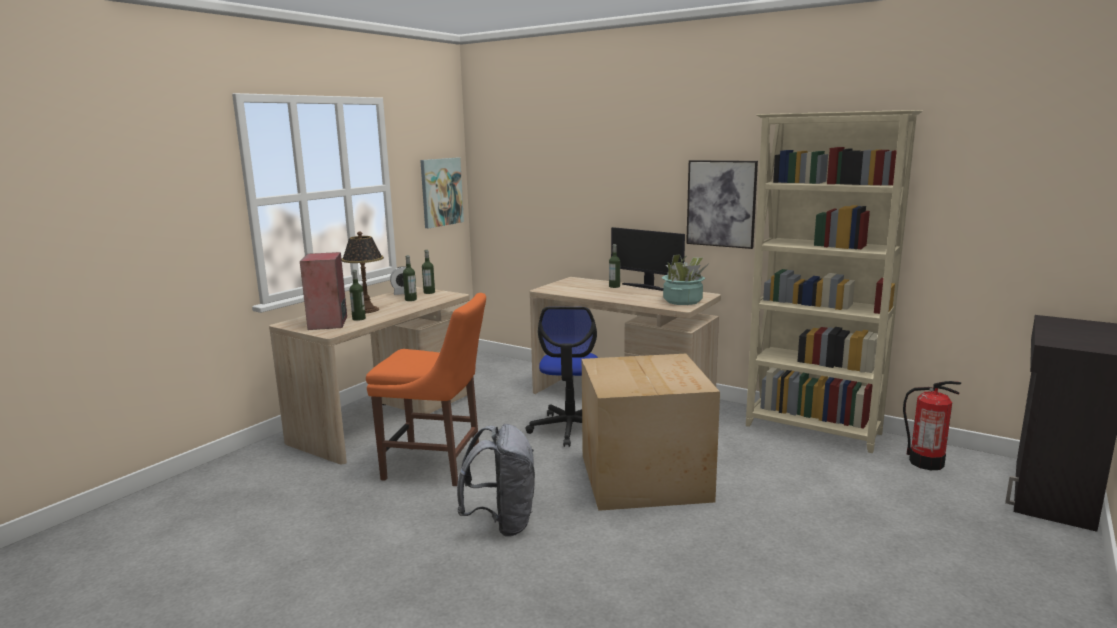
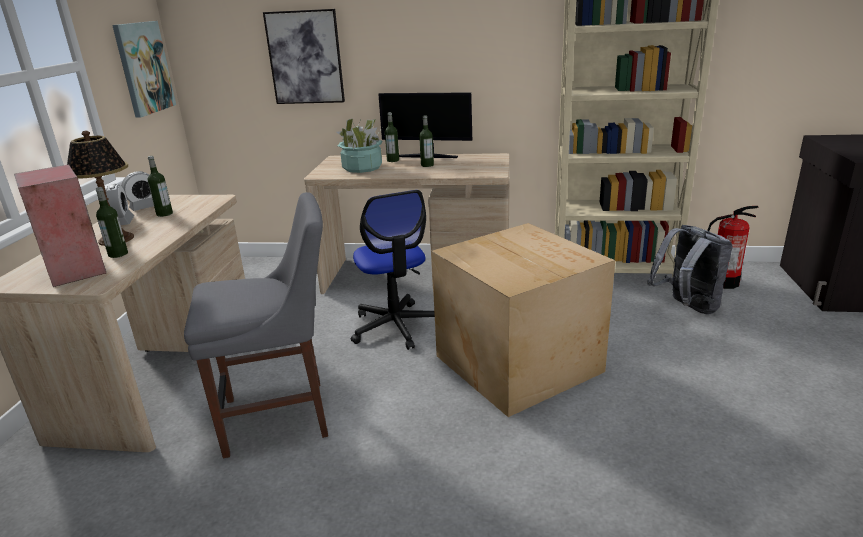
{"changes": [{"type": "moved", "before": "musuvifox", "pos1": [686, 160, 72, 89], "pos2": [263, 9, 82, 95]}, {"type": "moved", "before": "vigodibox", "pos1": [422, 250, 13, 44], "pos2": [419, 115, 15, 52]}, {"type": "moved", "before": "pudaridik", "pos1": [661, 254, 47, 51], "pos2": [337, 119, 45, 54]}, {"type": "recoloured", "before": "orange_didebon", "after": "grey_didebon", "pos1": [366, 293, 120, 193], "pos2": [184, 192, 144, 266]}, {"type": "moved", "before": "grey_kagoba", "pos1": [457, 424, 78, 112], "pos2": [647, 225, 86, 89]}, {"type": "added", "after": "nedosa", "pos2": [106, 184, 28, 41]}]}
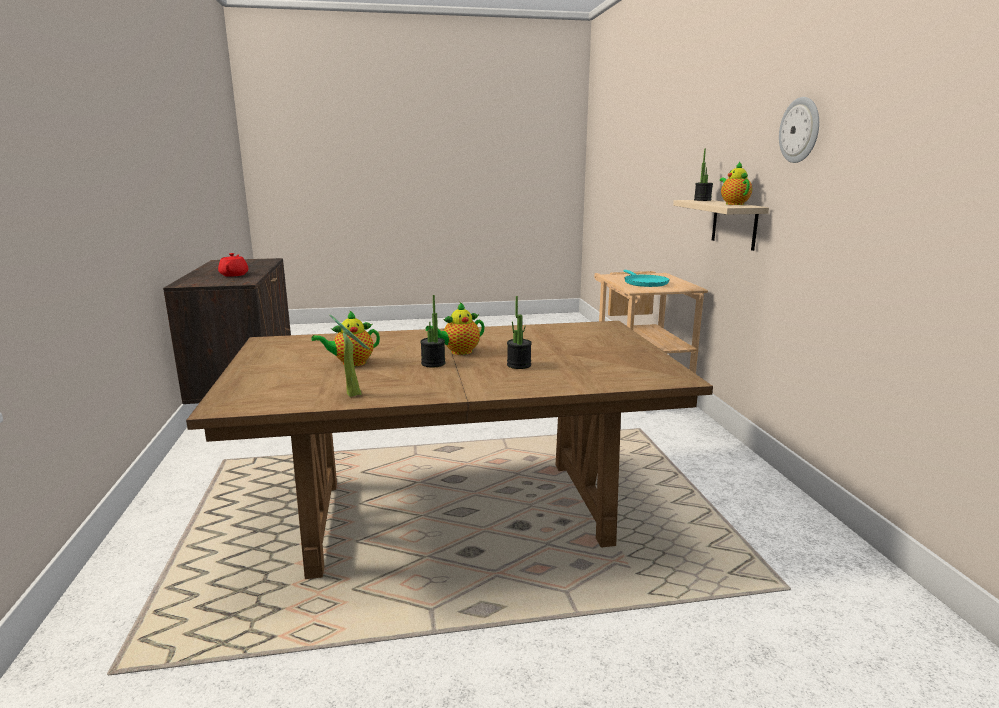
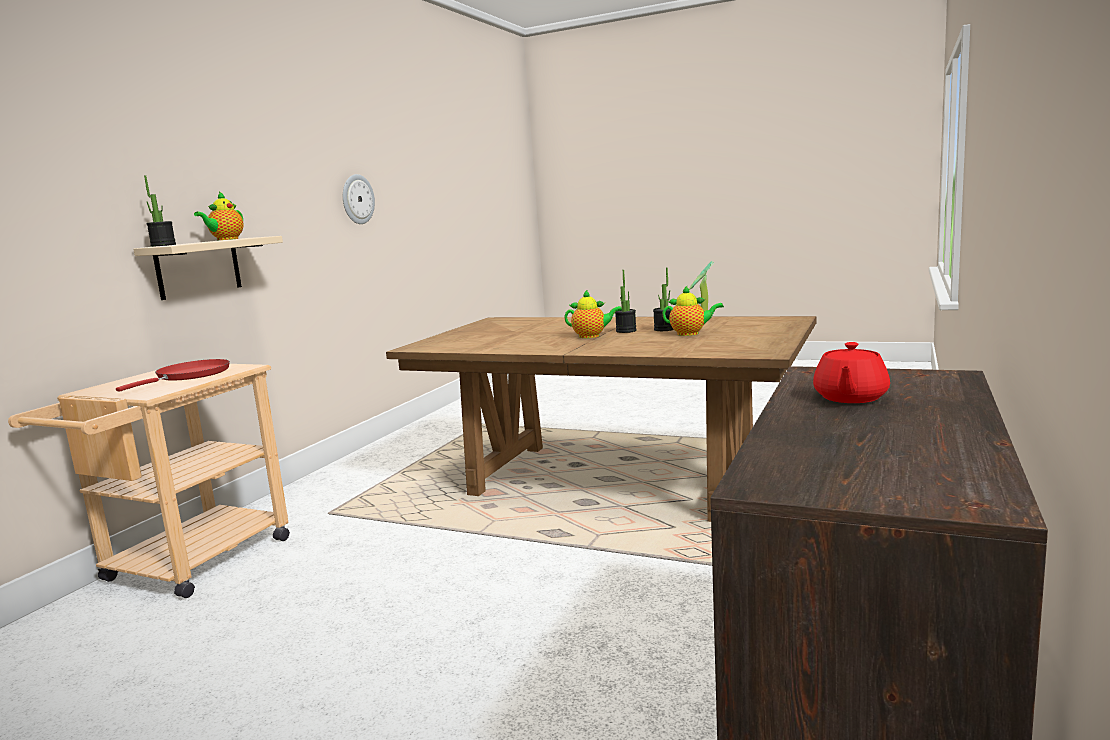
{"changes": [{"type": "moved", "before": "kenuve", "pos1": [779, 97, 40, 66], "pos2": [343, 174, 32, 50]}, {"type": "recoloured", "before": "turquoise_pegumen", "after": "red_pegumen", "pos1": [624, 270, 45, 17], "pos2": [116, 359, 114, 32]}, {"type": "moved", "before": "pudaridik", "pos1": [507, 296, 25, 73], "pos2": [653, 268, 21, 63]}]}
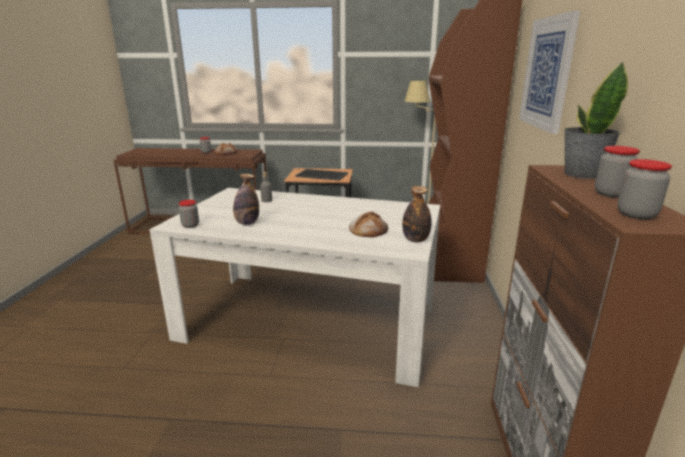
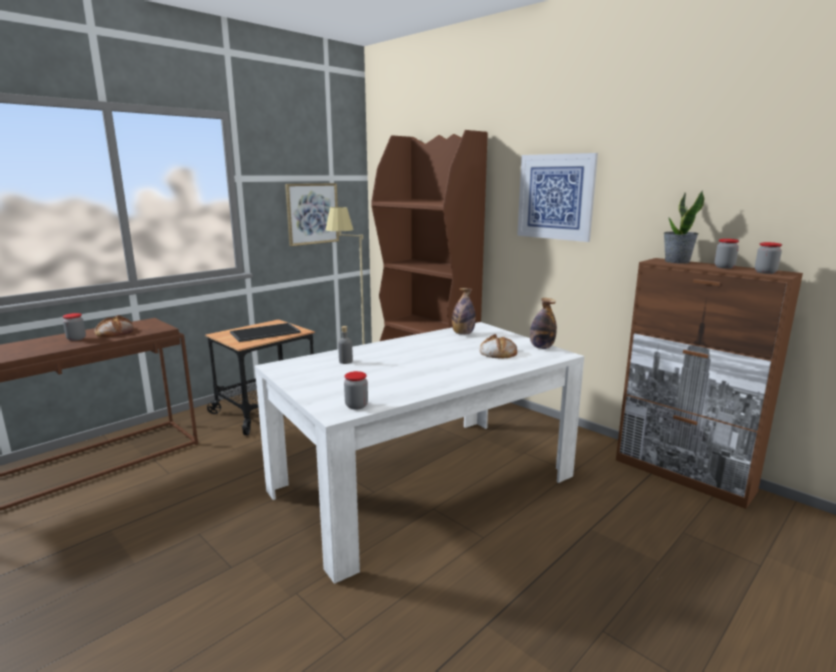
{"changes": [{"type": "moved", "before": "vigodibox", "pos1": [233, 174, 26, 51], "pos2": [452, 288, 24, 47]}, {"type": "added", "after": "musuvifox", "pos2": [285, 183, 54, 63]}]}
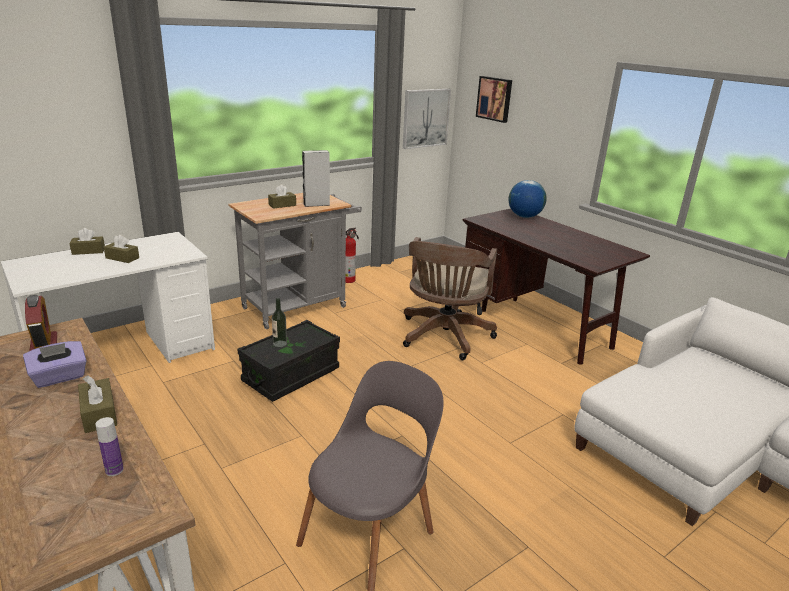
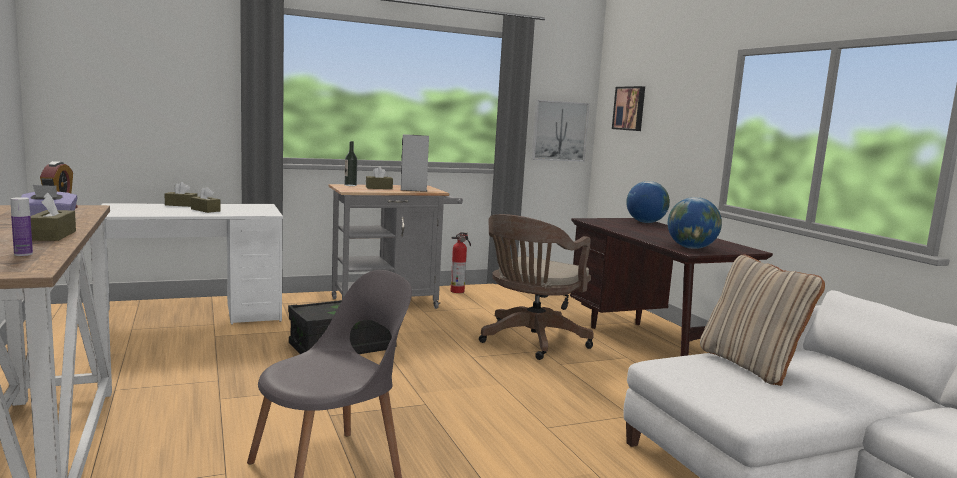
{"changes": [{"type": "moved", "before": "vigodibox", "pos1": [272, 298, 15, 49], "pos2": [345, 141, 12, 45]}, {"type": "added", "after": "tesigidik", "pos2": [668, 197, 54, 52]}, {"type": "added", "after": "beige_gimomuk", "pos2": [700, 254, 125, 132]}]}
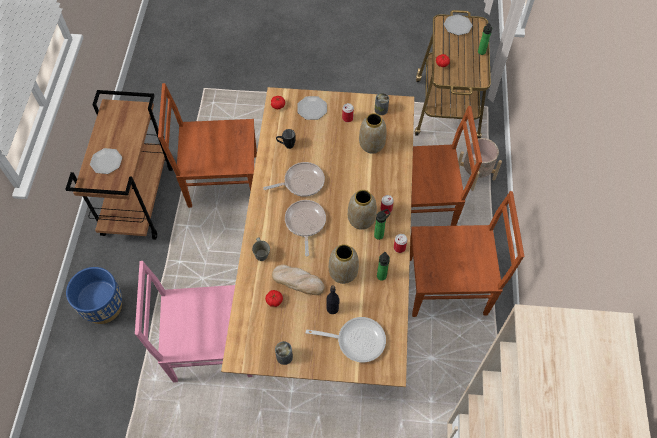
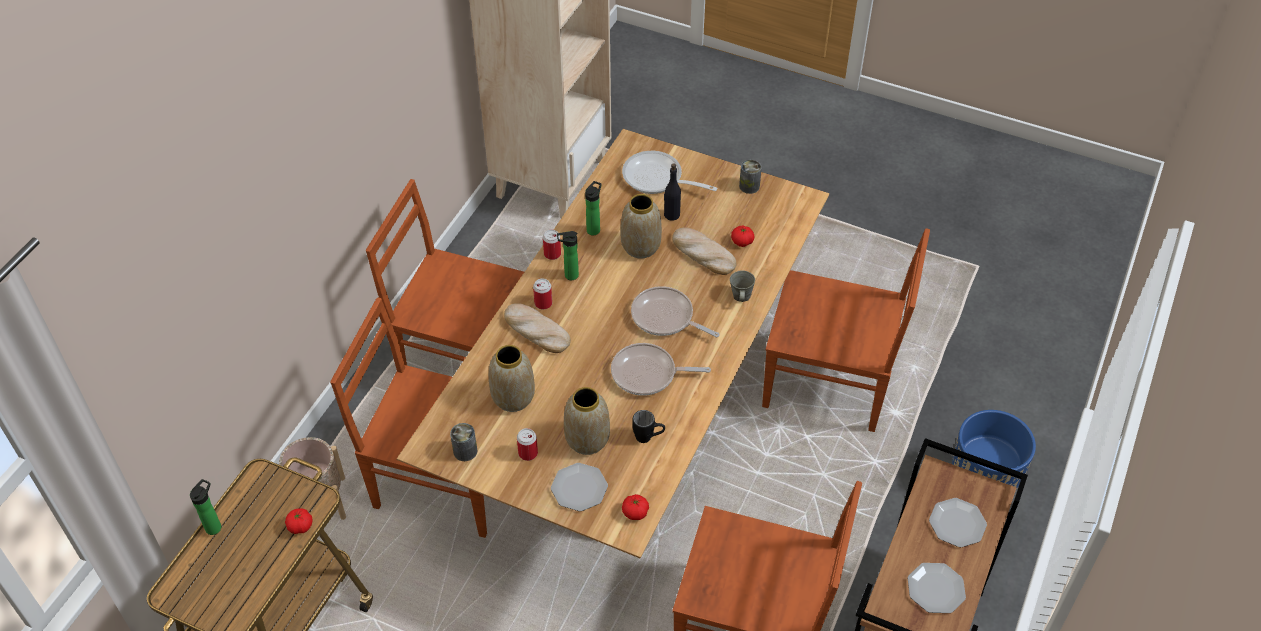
{"changes": [{"type": "moved", "before": "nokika", "pos1": [444, 14, 28, 21], "pos2": [908, 563, 58, 50]}, {"type": "moved", "before": "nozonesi", "pos1": [348, 190, 29, 40], "pos2": [564, 387, 46, 68]}, {"type": "turned", "before": "pegumen", "pos1": [285, 200, 41, 56], "pos2": [631, 286, 89, 51], "turn": 105}, {"type": "recoloured", "before": "pink_didebon", "after": "brown_didebon", "pos1": [135, 261, 118, 122], "pos2": [762, 228, 168, 204]}, {"type": "added", "after": "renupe", "pos2": [504, 303, 67, 50]}]}
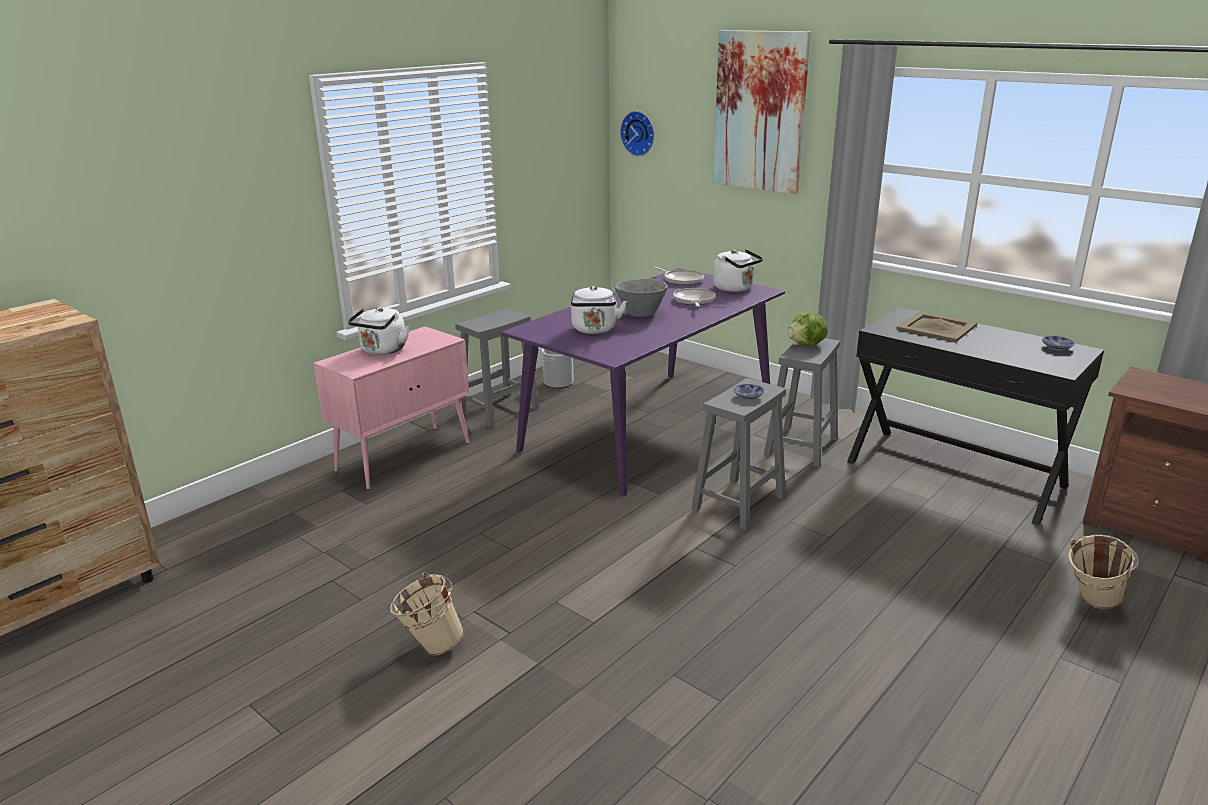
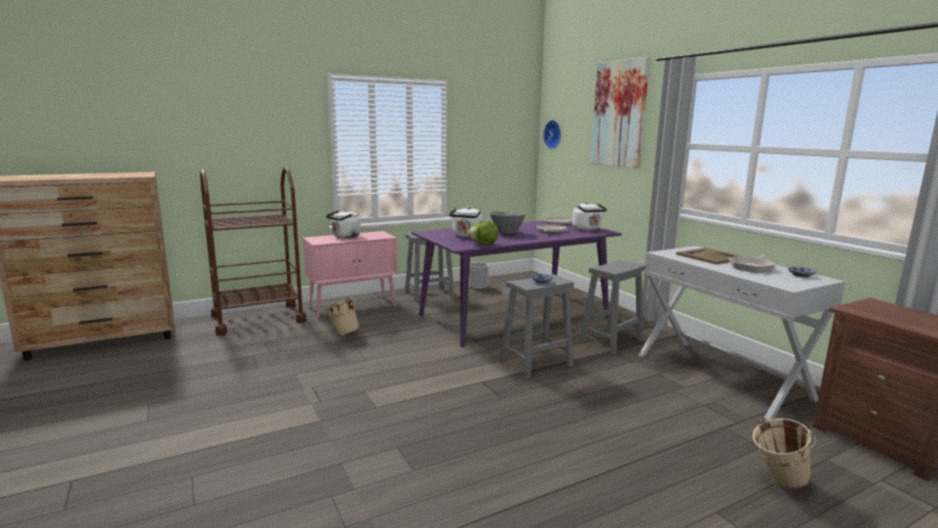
{"changes": [{"type": "recoloured", "before": "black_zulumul", "after": "white_zulumul", "pos1": [847, 307, 257, 218], "pos2": [638, 246, 207, 173]}, {"type": "moved", "before": "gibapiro", "pos1": [787, 312, 41, 34], "pos2": [468, 221, 30, 24]}, {"type": "moved", "before": "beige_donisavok", "pos1": [390, 572, 74, 83], "pos2": [324, 297, 36, 39]}, {"type": "added", "after": "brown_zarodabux", "pos2": [200, 167, 106, 168]}, {"type": "added", "after": "pegumen", "pos2": [729, 254, 47, 18]}]}
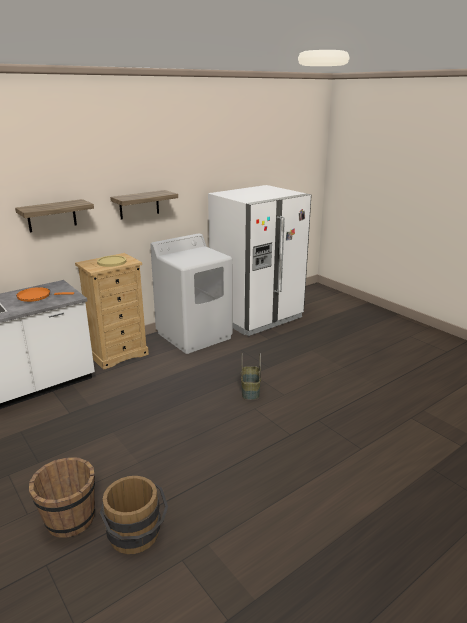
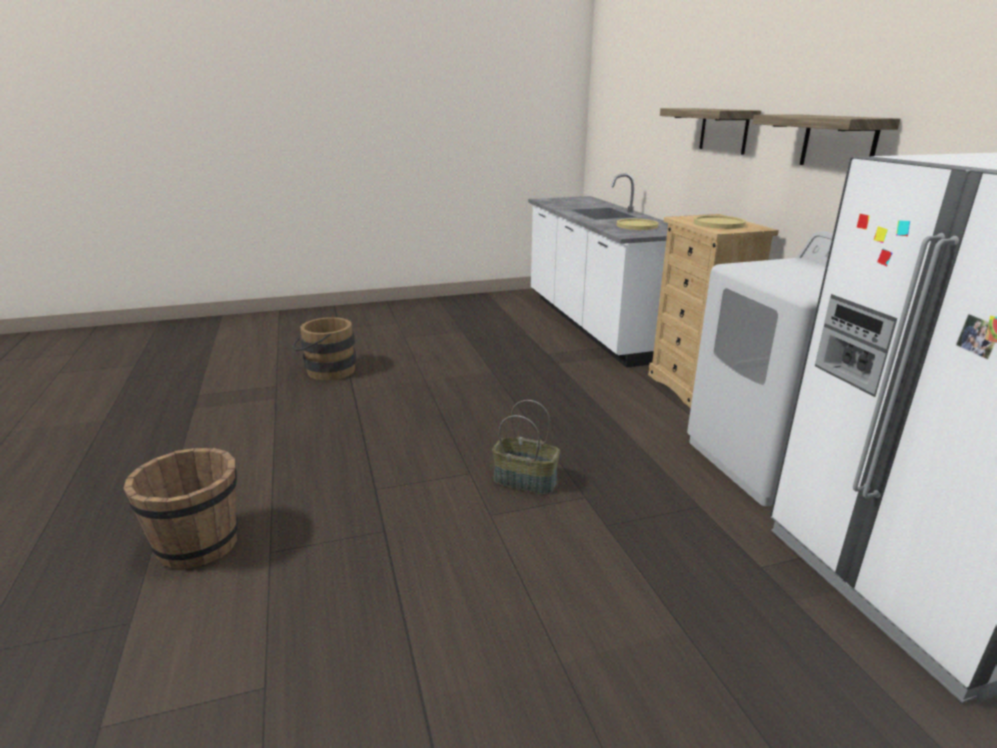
{"changes": [{"type": "replaced", "before": "orange_pegumen", "after": "yellow_nokika", "pos1": [16, 287, 58, 15], "pos2": [616, 219, 43, 11]}, {"type": "moved", "before": "brown_donisavok", "pos1": [29, 457, 66, 81], "pos2": [123, 448, 115, 121]}]}
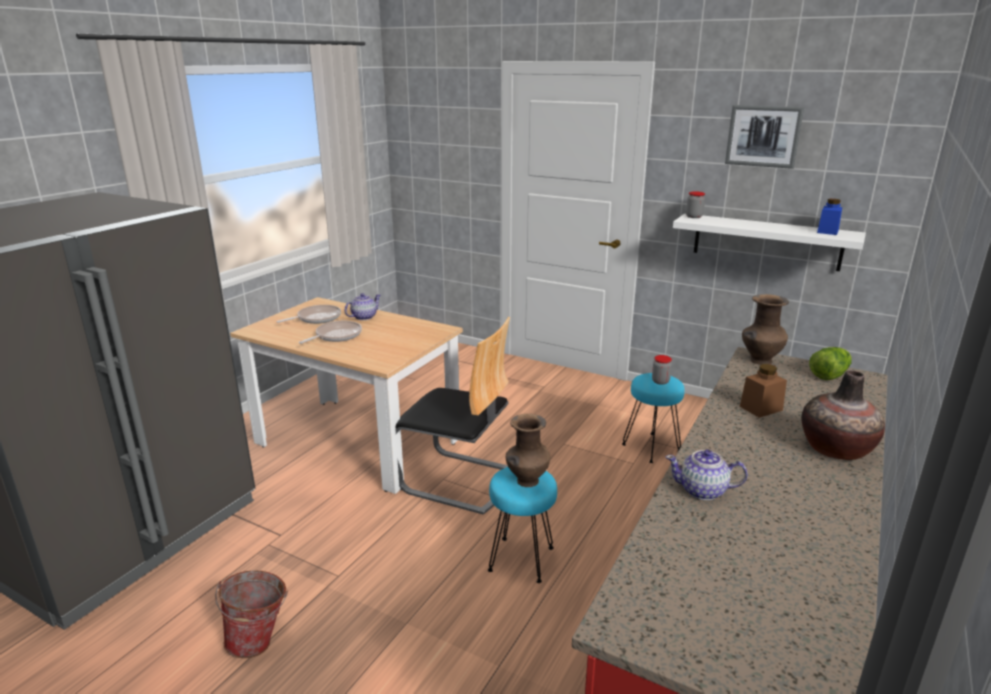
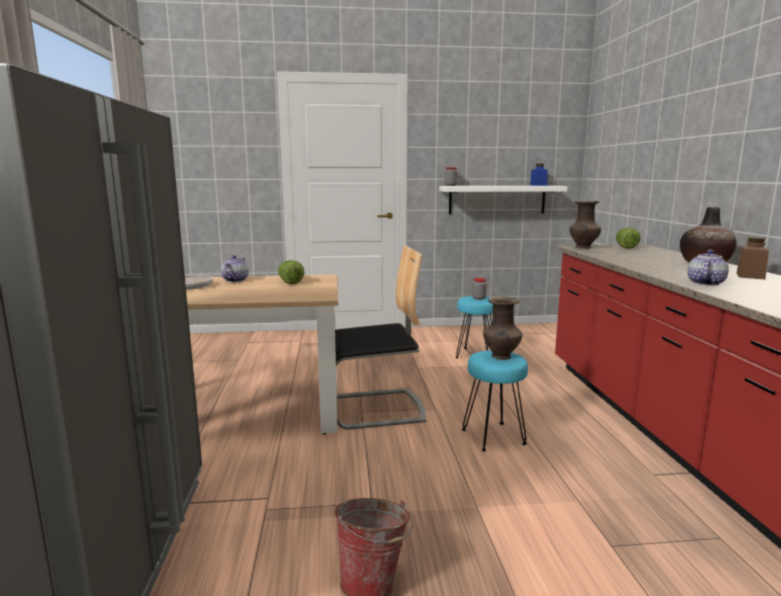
{"changes": [{"type": "removed", "before": "musuvifox", "pos1": [725, 105, 79, 64]}, {"type": "removed", "before": "pegumen", "pos1": [299, 321, 63, 23]}, {"type": "moved", "before": "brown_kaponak", "pos1": [740, 364, 47, 54], "pos2": [737, 237, 32, 42]}, {"type": "turned", "before": "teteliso", "pos1": [666, 450, 82, 50], "pos2": [688, 250, 41, 36], "turn": 150}, {"type": "added", "after": "gibapiro", "pos2": [278, 260, 26, 24]}]}
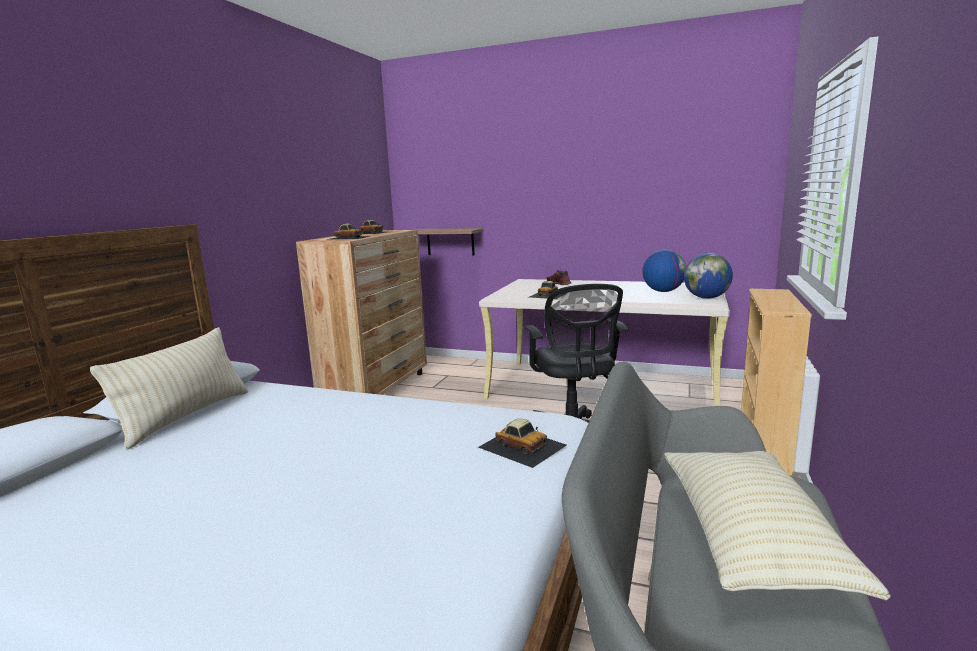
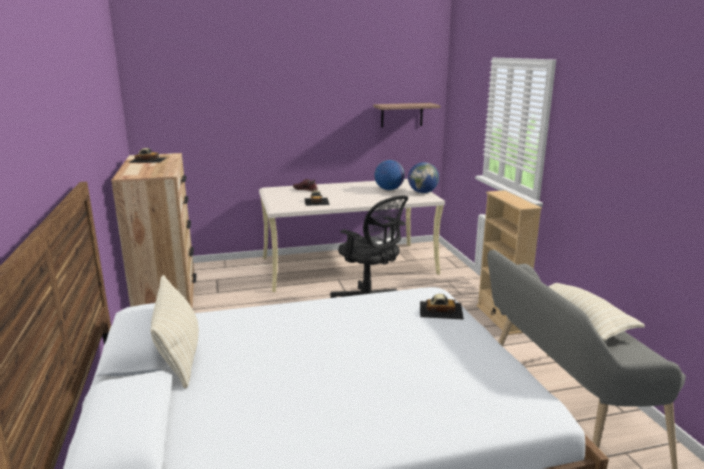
{"changes": [{"type": "removed", "before": "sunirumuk", "pos1": [331, 224, 40, 15]}, {"type": "moved", "before": "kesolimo", "pos1": [415, 228, 68, 27], "pos2": [373, 103, 68, 24]}]}
